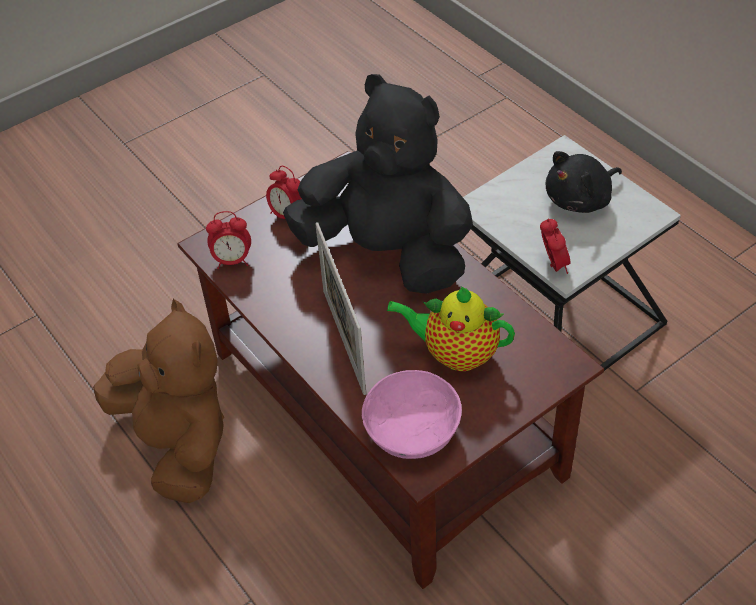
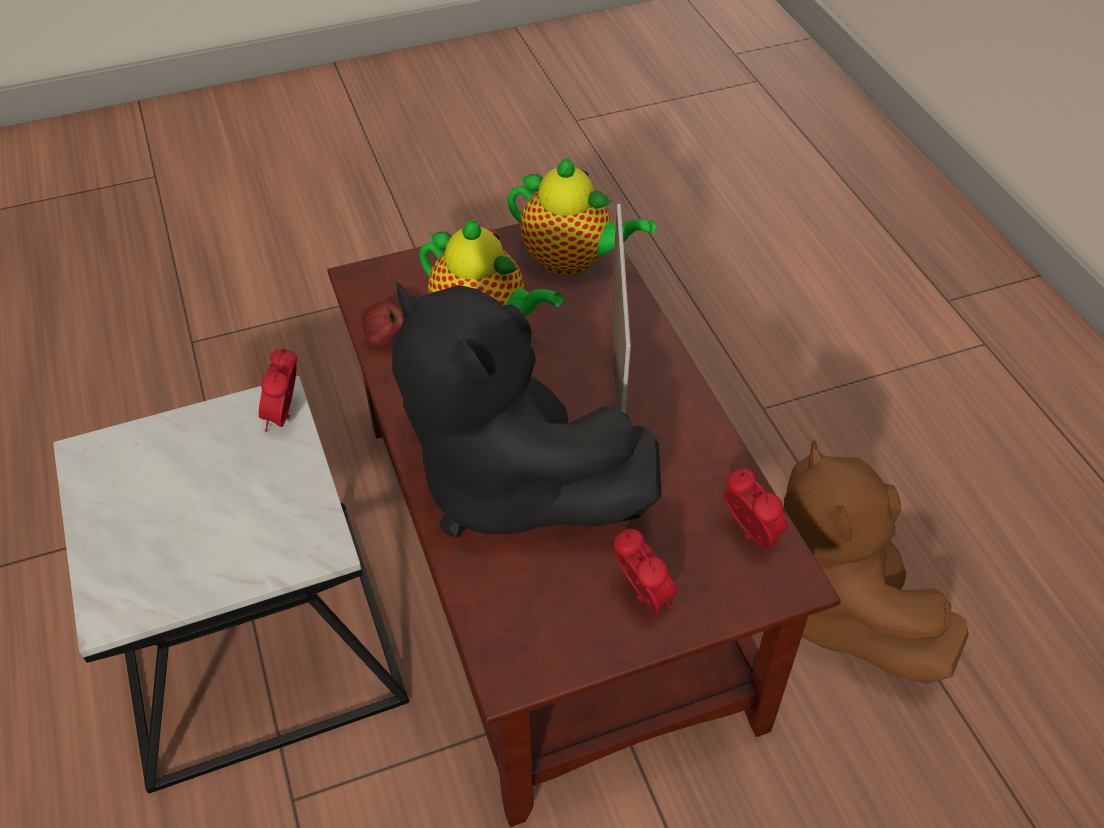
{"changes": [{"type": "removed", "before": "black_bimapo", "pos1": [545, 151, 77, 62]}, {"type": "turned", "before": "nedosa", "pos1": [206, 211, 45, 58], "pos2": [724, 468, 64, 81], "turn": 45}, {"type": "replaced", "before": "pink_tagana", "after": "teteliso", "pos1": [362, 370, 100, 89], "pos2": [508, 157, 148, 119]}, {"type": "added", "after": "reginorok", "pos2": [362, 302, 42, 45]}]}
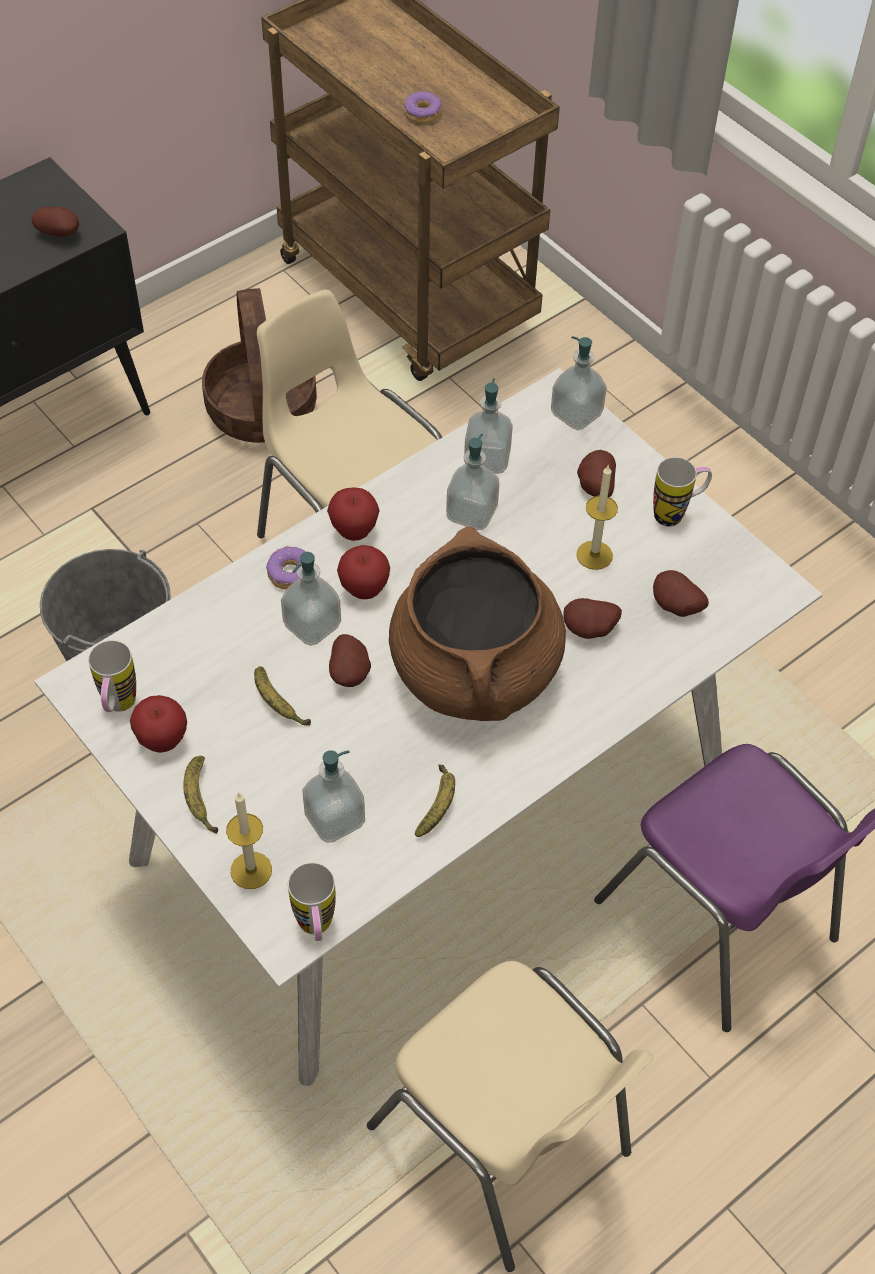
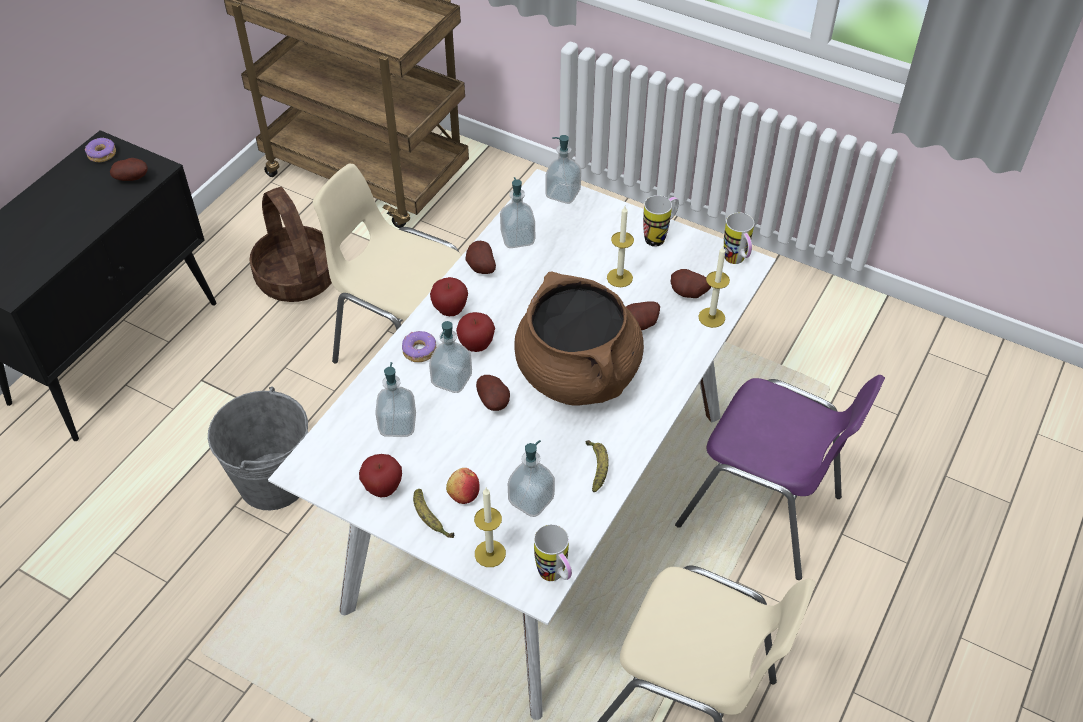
{"changes": [{"type": "moved", "before": "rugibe", "pos1": [404, 91, 37, 32], "pos2": [85, 138, 31, 24]}, {"type": "moved", "before": "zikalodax", "pos1": [446, 434, 53, 96], "pos2": [375, 362, 41, 75]}, {"type": "moved", "before": "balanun", "pos1": [577, 450, 39, 47], "pos2": [466, 241, 30, 33]}, {"type": "moved", "before": "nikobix", "pos1": [88, 640, 48, 72], "pos2": [724, 212, 30, 52]}, {"type": "removed", "before": "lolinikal", "pos1": [254, 666, 57, 60]}, {"type": "added", "after": "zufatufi", "pos2": [698, 245, 32, 83]}, {"type": "added", "after": "reginorok", "pos2": [446, 468, 33, 36]}]}
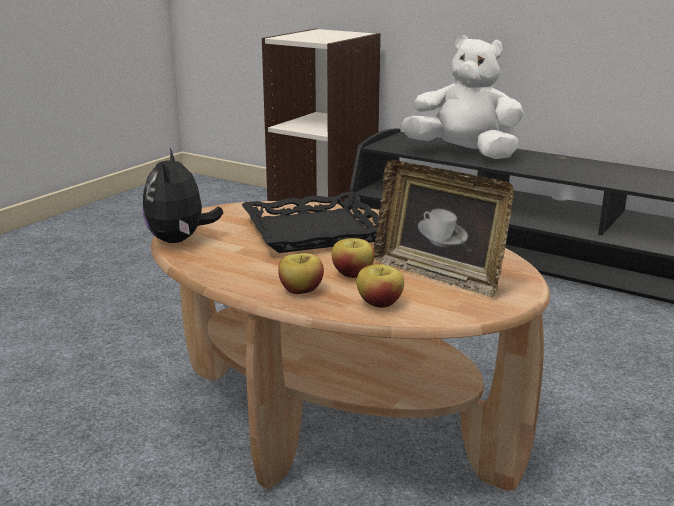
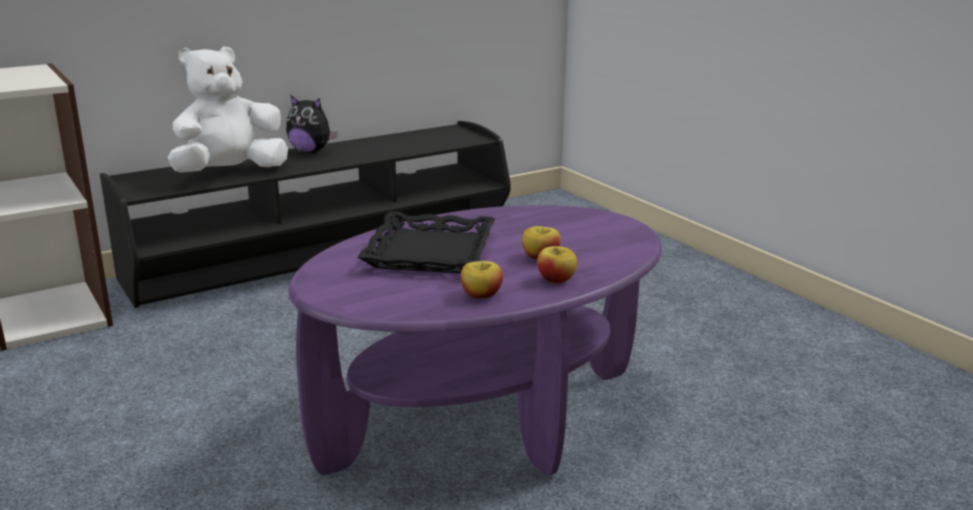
{"changes": [{"type": "moved", "before": "bimapo", "pos1": [142, 149, 81, 94], "pos2": [286, 95, 52, 58]}, {"type": "removed", "before": "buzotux", "pos1": [373, 160, 141, 137]}, {"type": "recoloured", "before": "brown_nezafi", "after": "purple_nezafi", "pos1": [151, 201, 399, 290], "pos2": [288, 205, 374, 271]}, {"type": "moved", "before": "reginorok", "pos1": [357, 264, 47, 44], "pos2": [461, 261, 42, 38]}]}
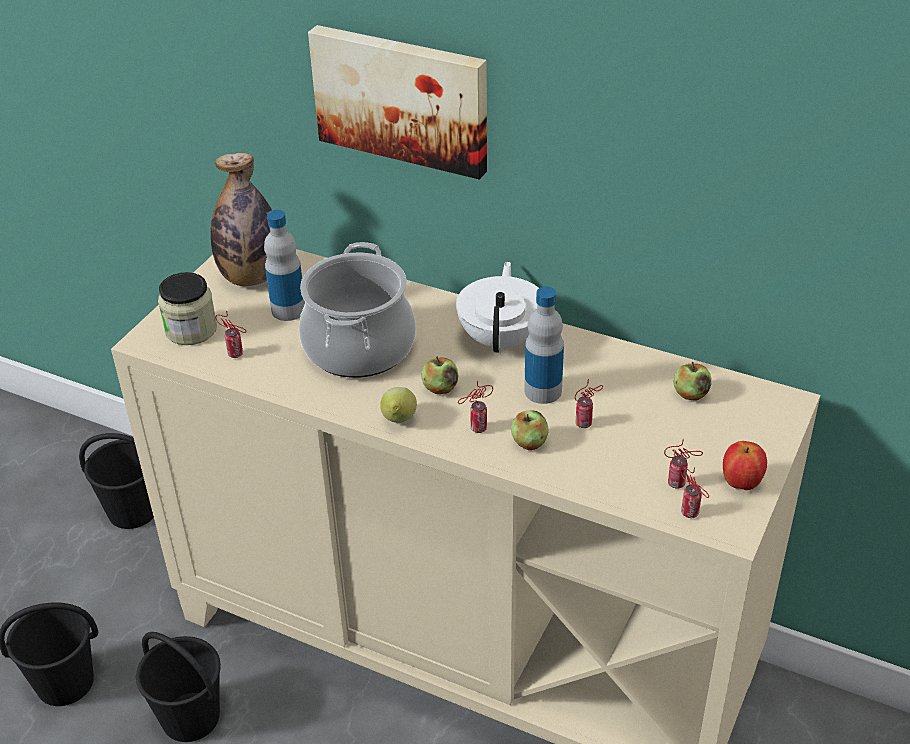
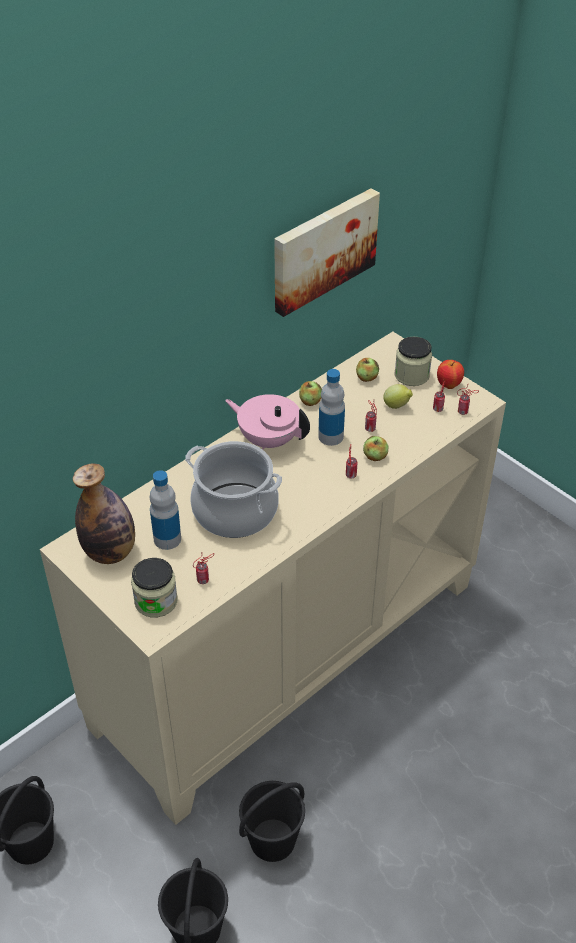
{"changes": [{"type": "moved", "before": "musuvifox", "pos1": [308, 25, 179, 155], "pos2": [274, 188, 106, 129]}, {"type": "recoloured", "before": "white_teteliso", "after": "pink_teteliso", "pos1": [456, 262, 83, 92], "pos2": [225, 394, 85, 56]}, {"type": "moved", "before": "reginorok", "pos1": [422, 356, 37, 38], "pos2": [299, 381, 23, 25]}, {"type": "moved", "before": "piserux", "pos1": [380, 387, 37, 36], "pos2": [383, 384, 30, 25]}, {"type": "added", "after": "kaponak", "pos2": [394, 337, 38, 49]}]}
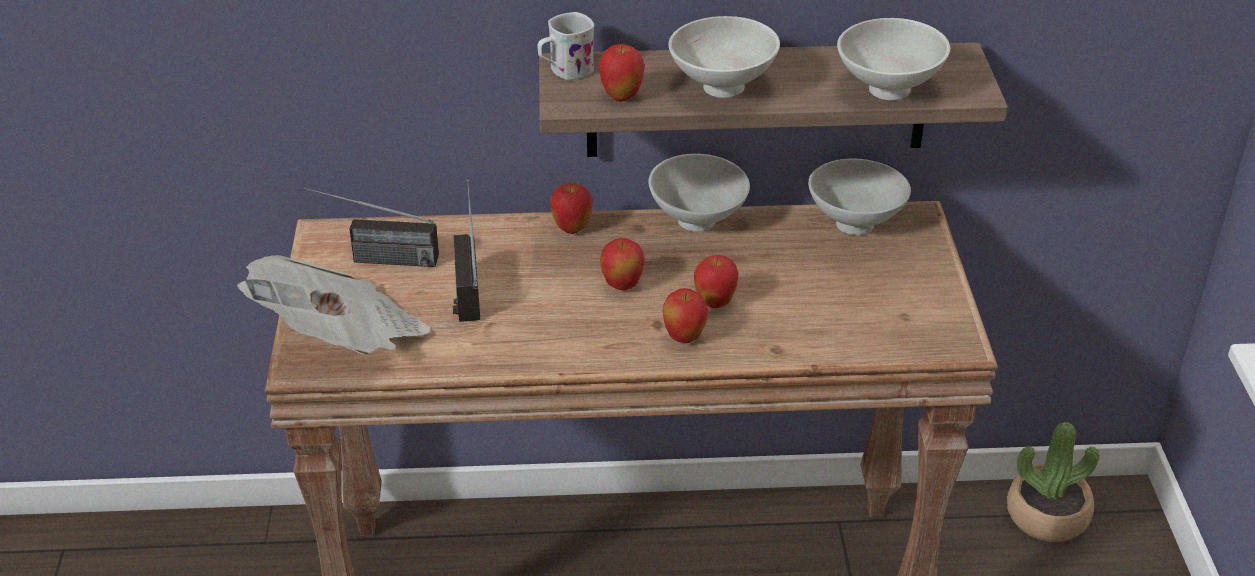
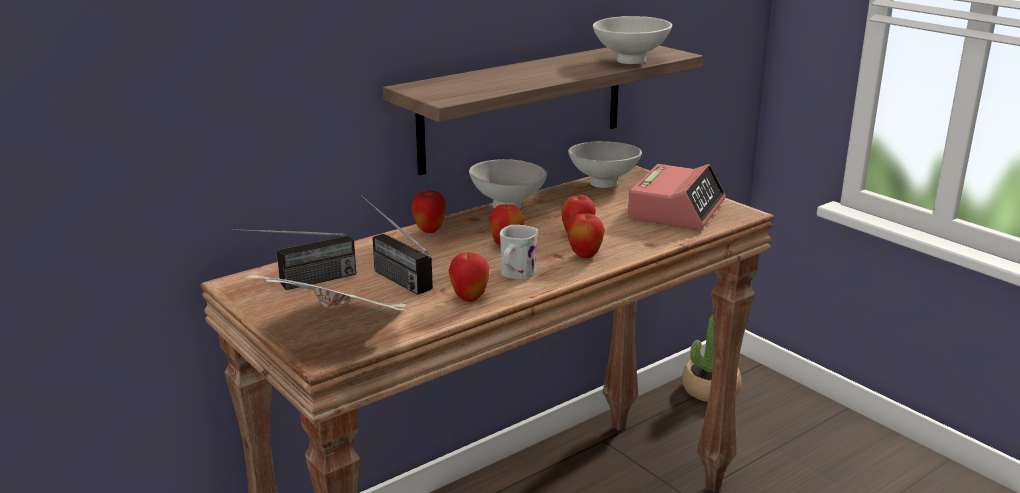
{"changes": [{"type": "moved", "before": "white_nikobix", "pos1": [538, 12, 56, 68], "pos2": [500, 225, 38, 55]}, {"type": "removed", "before": "white_tagana", "pos1": [668, 16, 112, 82]}, {"type": "moved", "before": "reginorok", "pos1": [599, 44, 46, 58], "pos2": [449, 252, 41, 50]}, {"type": "added", "after": "nedosa", "pos2": [628, 164, 98, 66]}]}
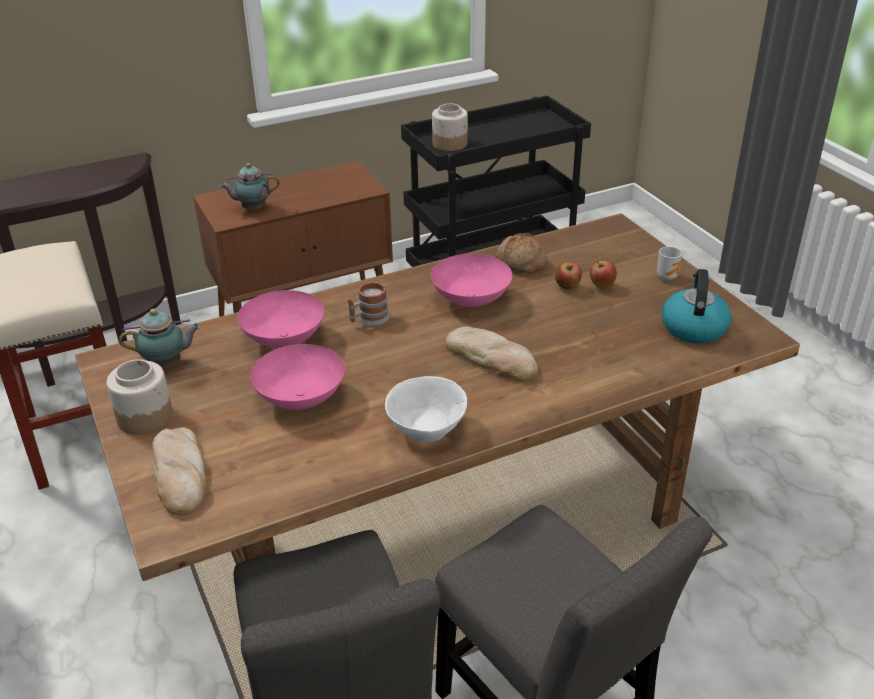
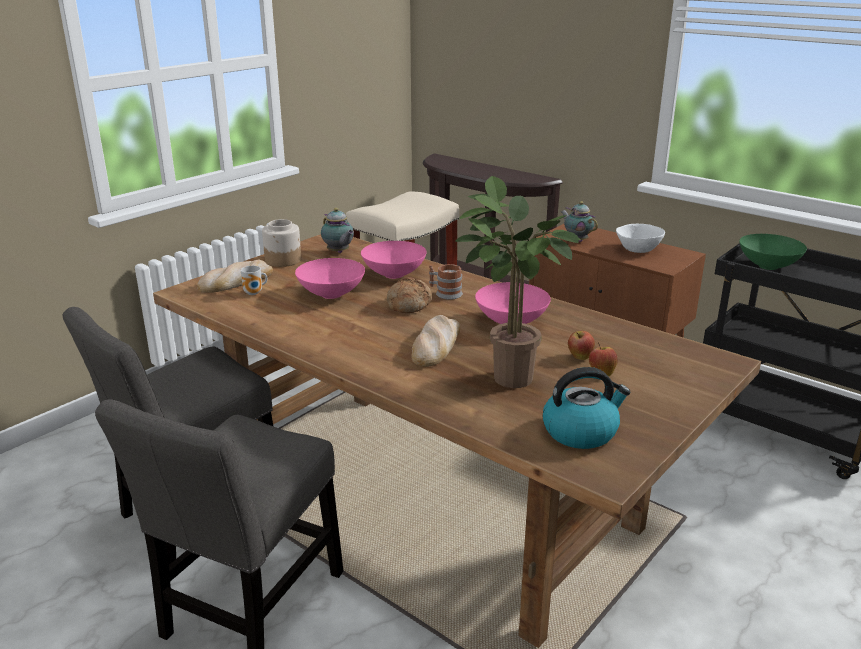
{"changes": [{"type": "replaced", "before": "kaponak", "after": "green_tagana", "pos1": [432, 103, 36, 48], "pos2": [739, 234, 68, 36]}, {"type": "moved", "before": "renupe", "pos1": [496, 233, 51, 40], "pos2": [387, 278, 45, 35]}, {"type": "moved", "before": "nikobix", "pos1": [657, 246, 25, 35], "pos2": [241, 266, 26, 29]}, {"type": "moved", "before": "white_tagana", "pos1": [385, 376, 82, 66], "pos2": [616, 224, 49, 29]}, {"type": "added", "after": "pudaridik", "pos2": [455, 176, 126, 212]}]}
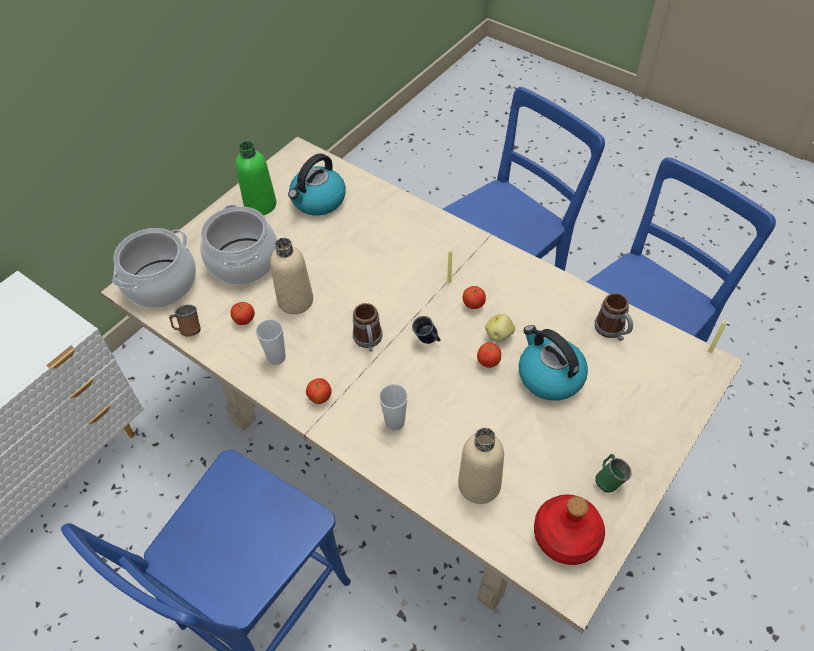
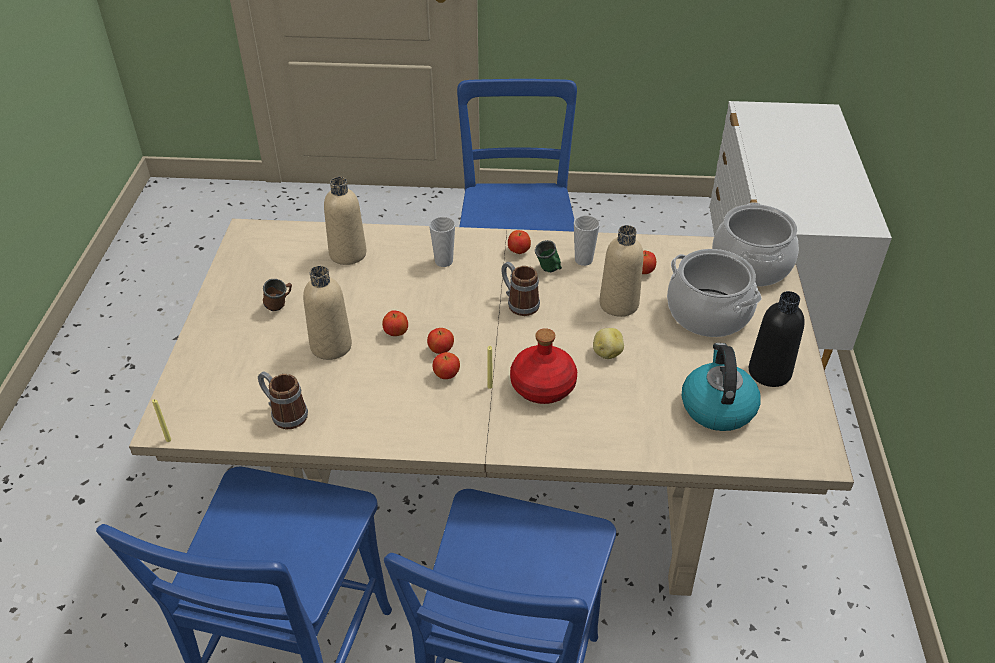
{"changes": [{"type": "recoloured", "before": "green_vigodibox", "after": "black_vigodibox", "pos1": [236, 141, 40, 74], "pos2": [749, 291, 56, 96]}, {"type": "moved", "before": "brown_nikobix", "pos1": [169, 305, 32, 32], "pos2": [263, 279, 29, 32]}, {"type": "moved", "before": "balanun", "pos1": [485, 314, 30, 28], "pos2": [593, 328, 31, 31]}, {"type": "removed", "before": "blue_nikobix", "pos1": [412, 316, 29, 28]}, {"type": "replaced", "before": "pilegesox", "after": "beige_vigodibox", "pos1": [519, 325, 69, 76], "pos2": [303, 266, 49, 94]}, {"type": "moved", "before": "green_nikobix", "pos1": [595, 454, 36, 39], "pos2": [535, 240, 27, 32]}, {"type": "moved", "before": "red_vigodibox", "pos1": [534, 494, 71, 71], "pos2": [510, 328, 67, 76]}, {"type": "added", "after": "reginorok", "pos2": [427, 328, 27, 26]}]}
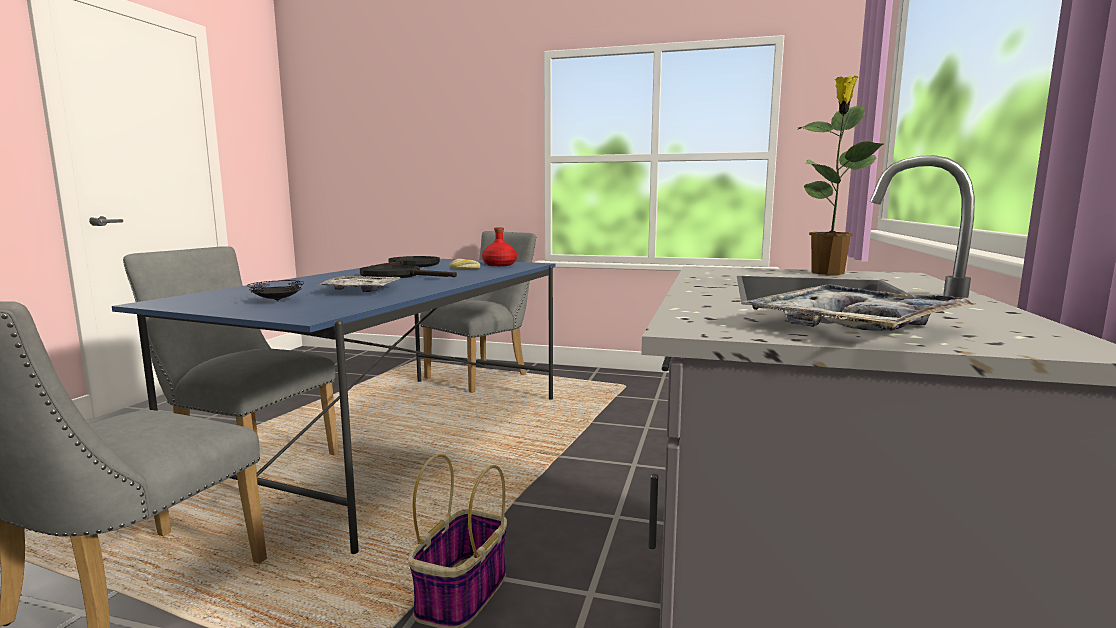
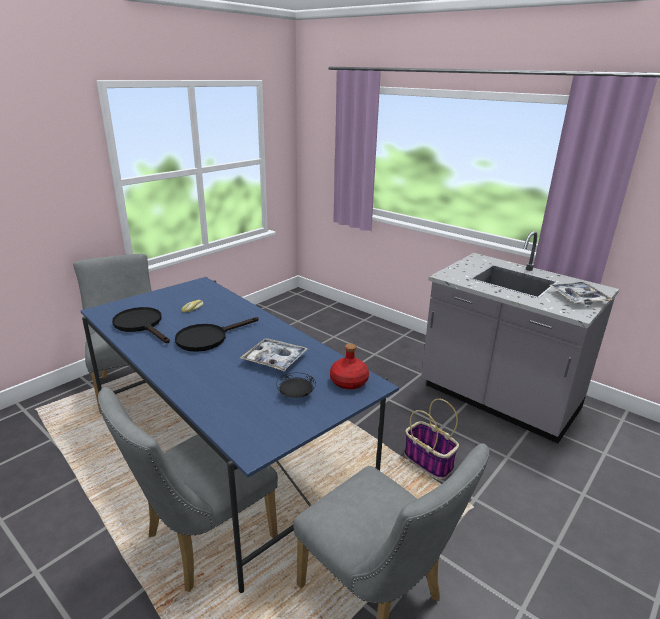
{"changes": [{"type": "removed", "before": "pudaridik", "pos1": [797, 76, 86, 199]}, {"type": "moved", "before": "red_vigodibox", "pos1": [482, 227, 35, 39], "pos2": [330, 343, 39, 46]}]}
